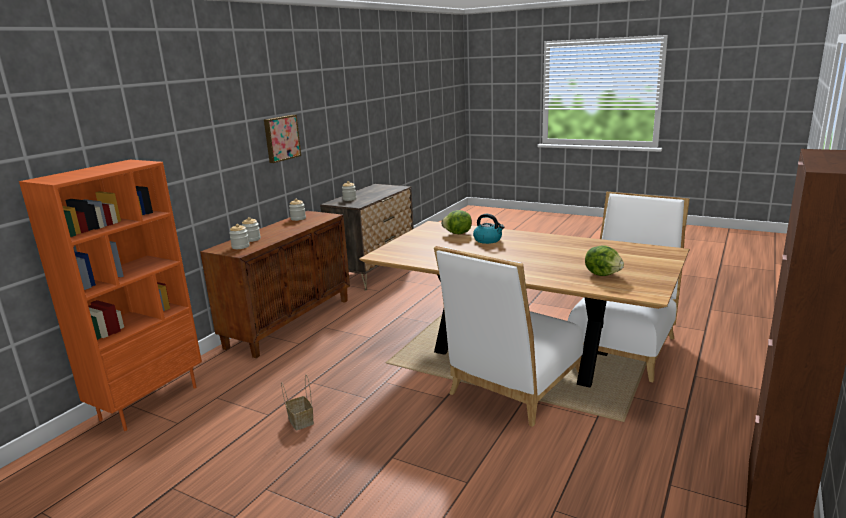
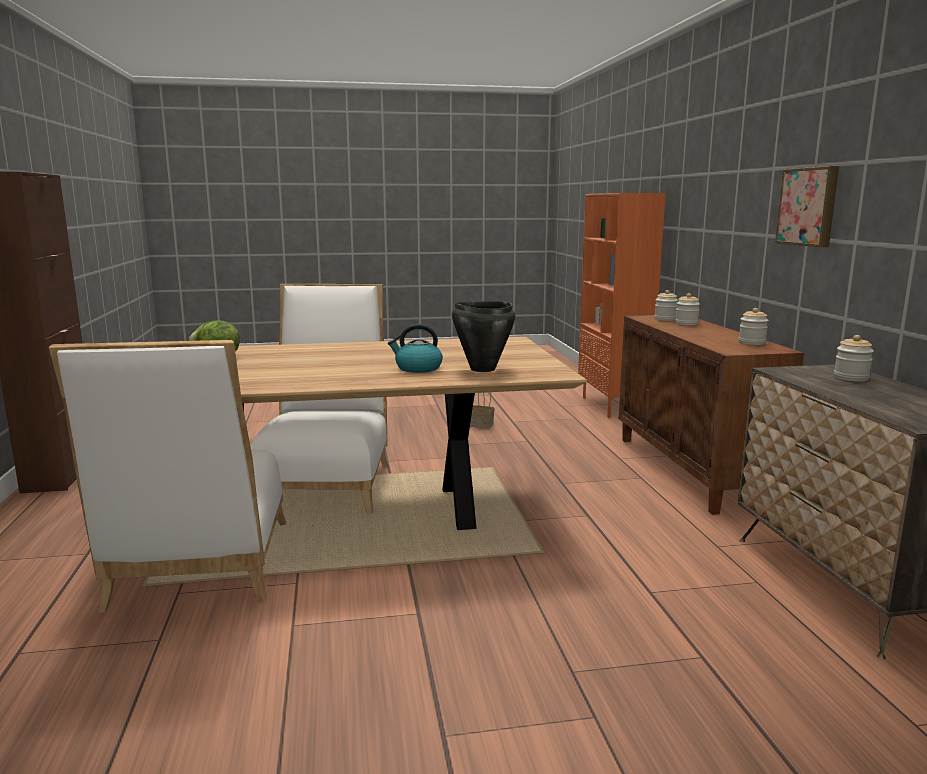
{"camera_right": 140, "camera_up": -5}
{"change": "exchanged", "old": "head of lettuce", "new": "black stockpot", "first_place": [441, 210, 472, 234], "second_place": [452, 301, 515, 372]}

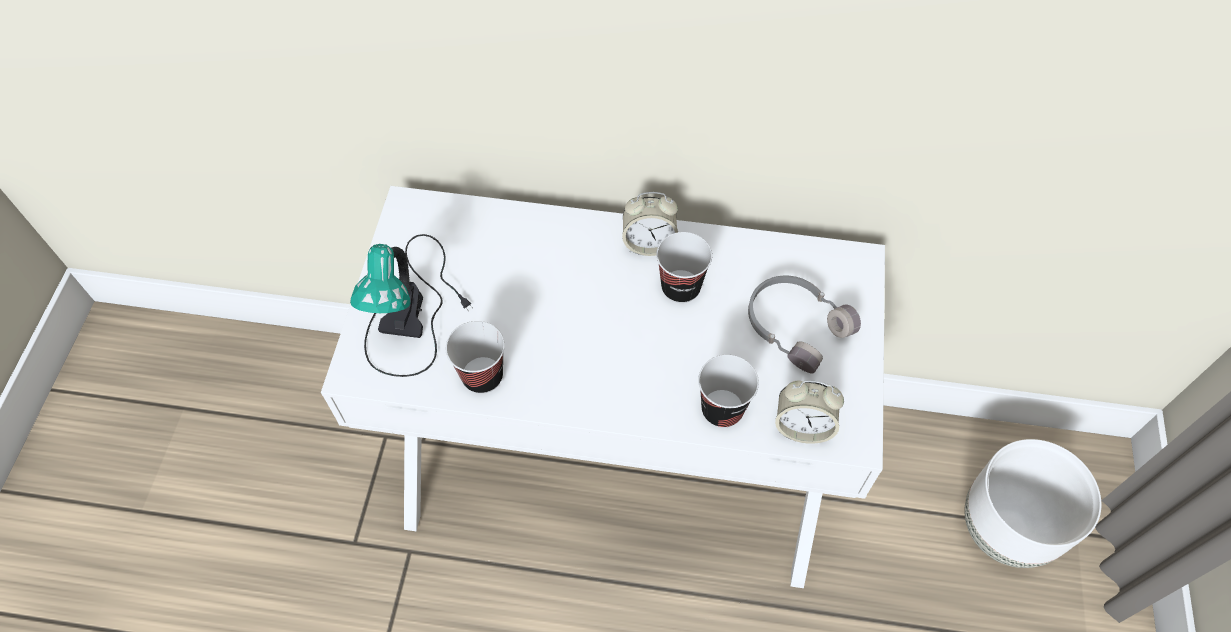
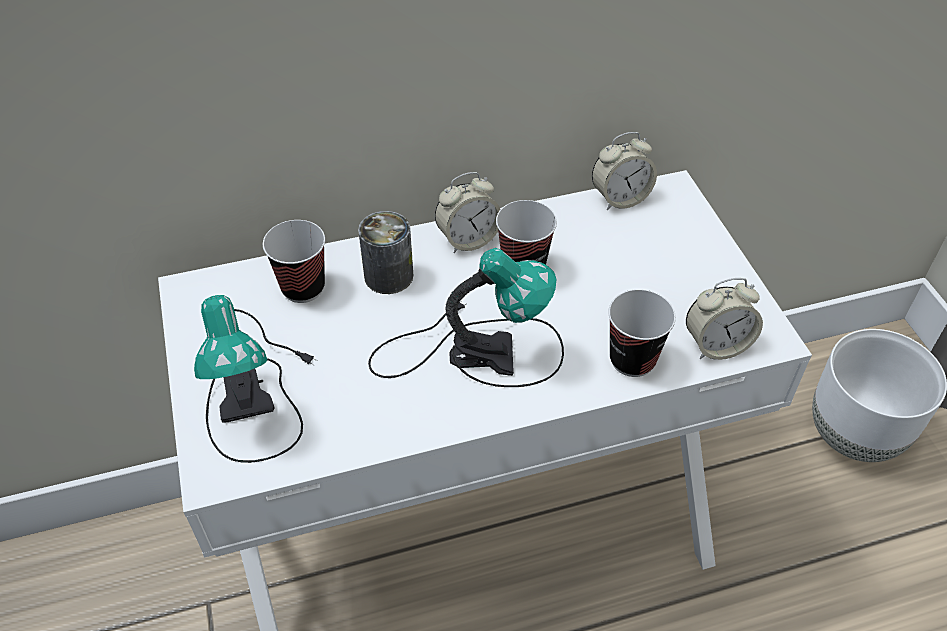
{"camera_right": -25, "camera_up": -10}
{"change": "missing", "old": "gray headset", "first_place": [748, 276, 861, 374]}
{"change": "appeared", "new": "sealed can", "second_place": [358, 211, 413, 294]}
{"change": "appeared", "new": "tabletop lamp", "second_place": [368, 248, 564, 387]}
{"change": "appeared", "new": "alarm clock", "second_place": [592, 132, 657, 210]}
{"change": "relocated", "old": "drinking cup", "first_place": [446, 321, 505, 394], "second_place": [263, 220, 325, 303]}

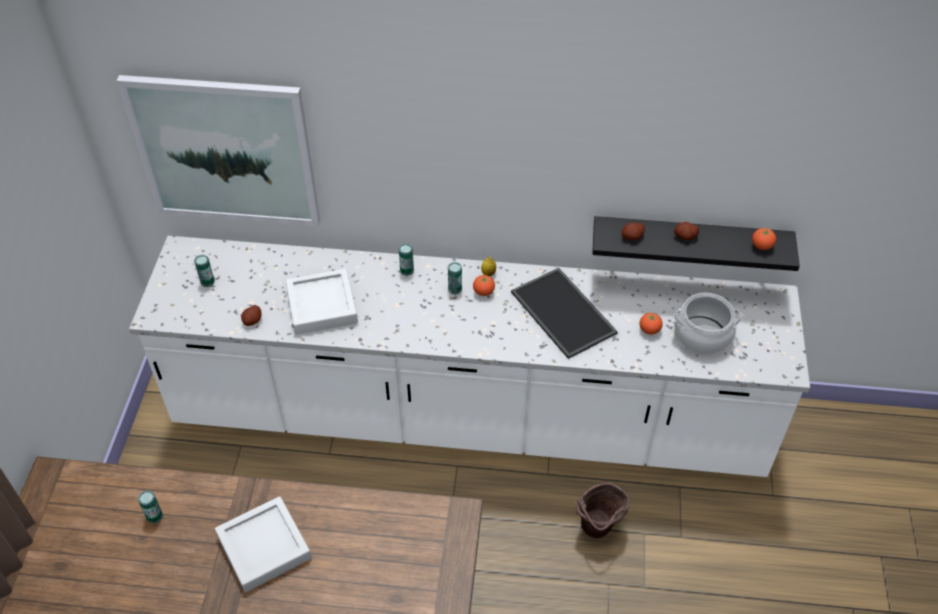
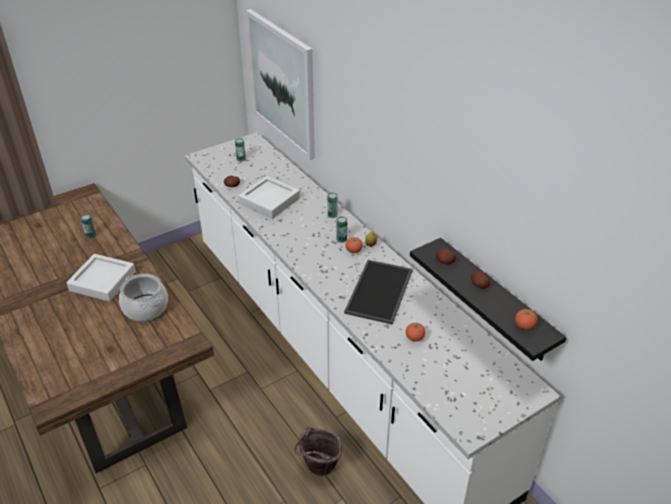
{"camera_right": 50, "camera_up": -10}
{"change": "relocated", "old": "stockpot", "first_place": [674, 293, 742, 355], "second_place": [119, 274, 168, 321]}

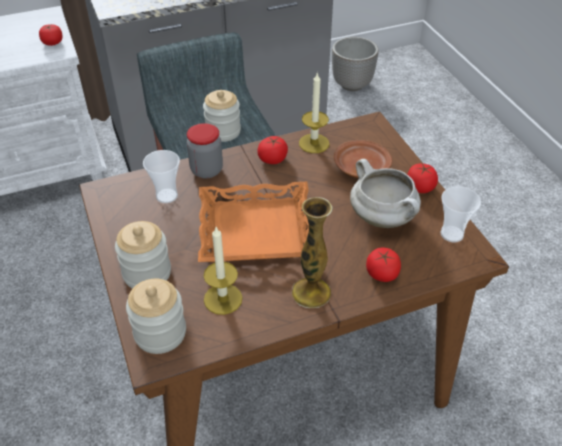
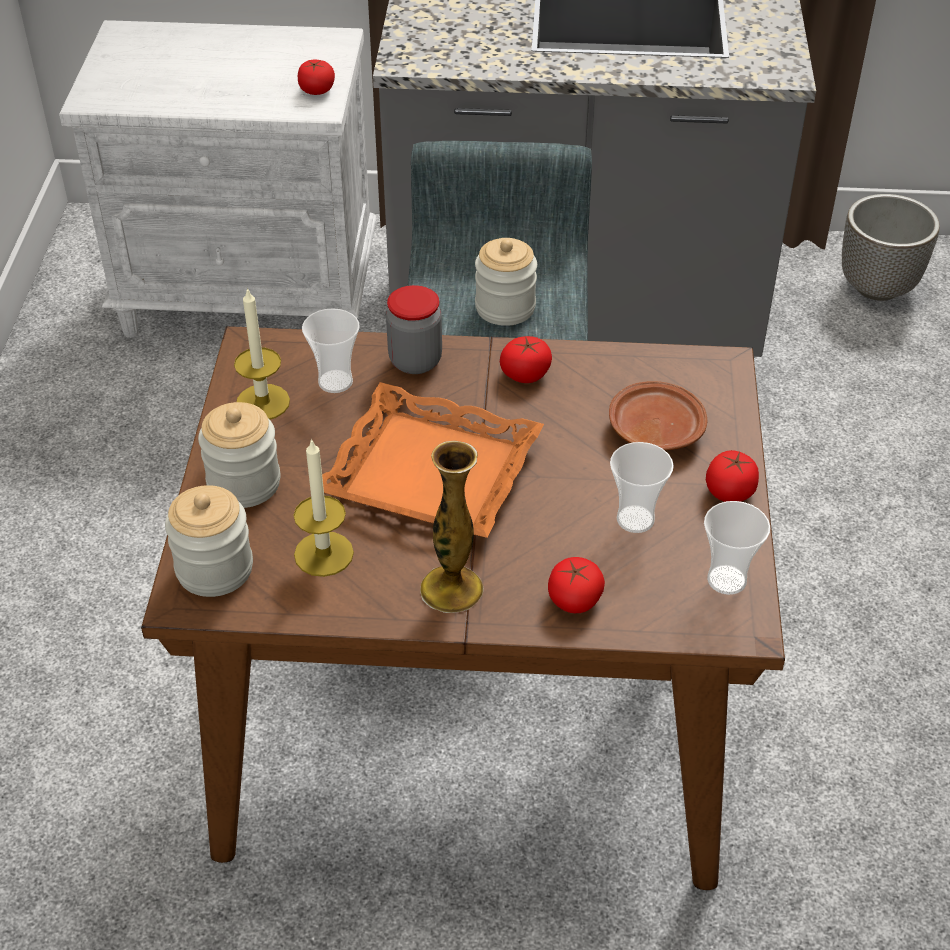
{"camera_right": 25, "camera_up": 0}
{"change": "relocated", "old": "wax light", "first_place": [299, 72, 329, 153], "second_place": [234, 287, 290, 419]}
{"change": "exchanged", "old": "white stockpot", "new": "drinking cup", "first_place": [350, 159, 421, 228], "second_place": [610, 442, 674, 533]}

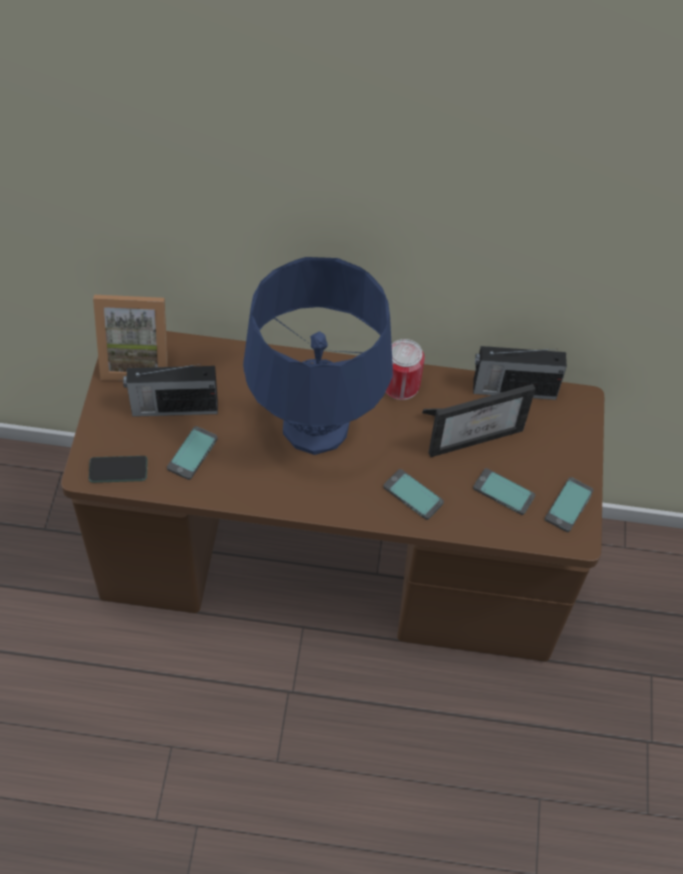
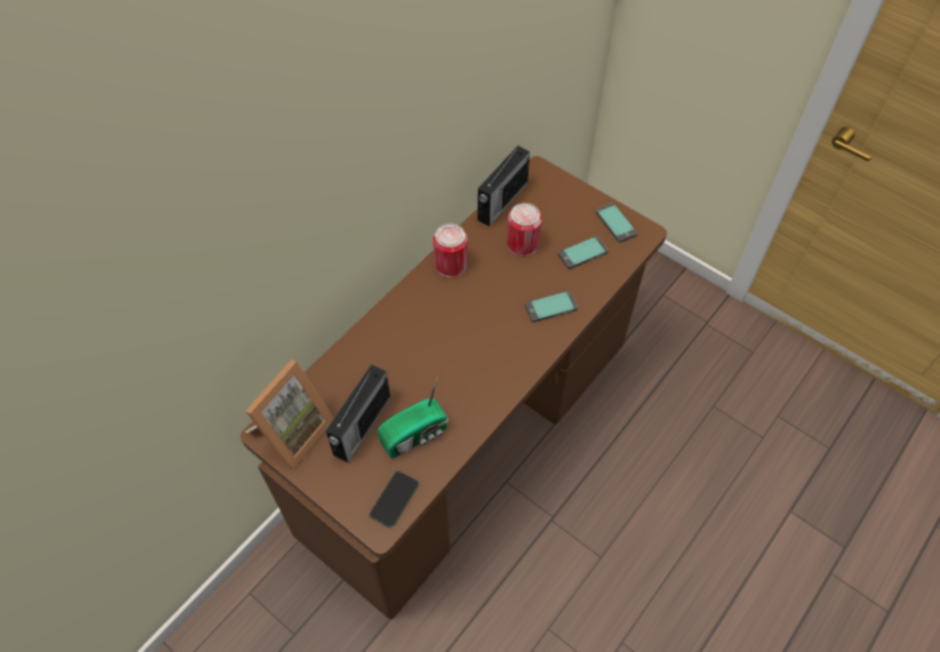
{"camera_right": -55, "camera_up": 0}
{"change": "missing", "old": "blue tabletop lamp", "first_place": [243, 257, 393, 455]}
{"change": "exchanged", "old": "telephone", "new": "radio set", "first_place": [167, 426, 218, 480], "second_place": [377, 375, 448, 459]}
{"change": "exchanged", "old": "standing frame", "new": "sealed can", "first_place": [422, 384, 535, 457], "second_place": [507, 203, 542, 256]}

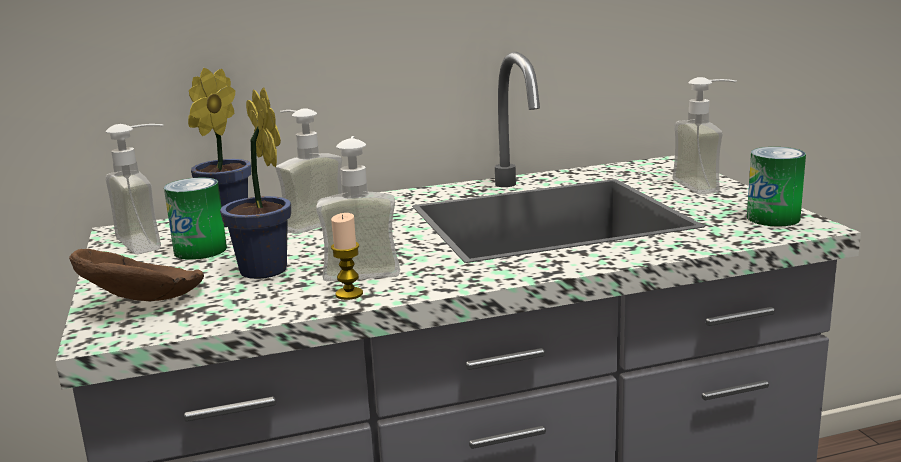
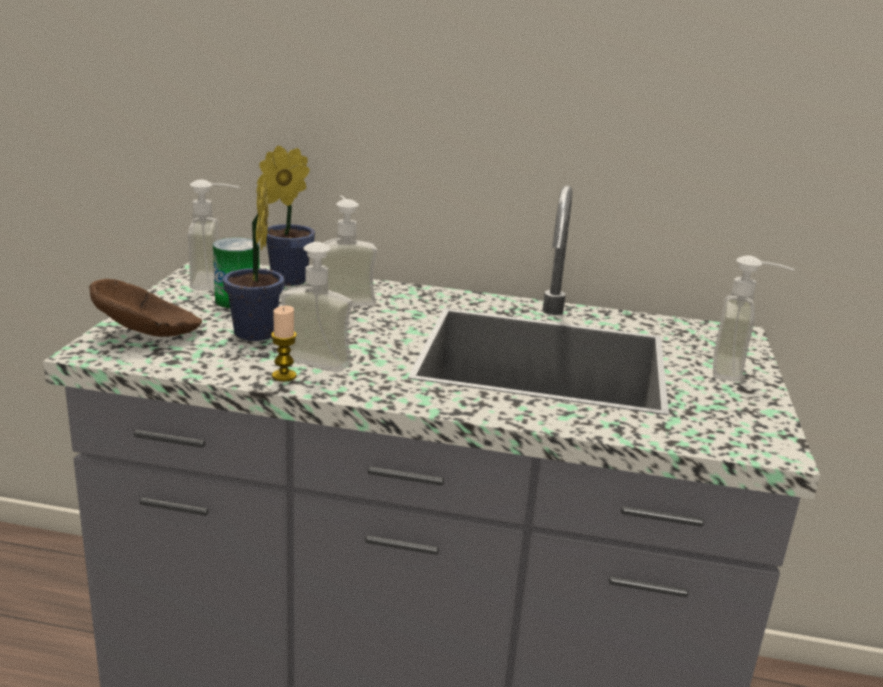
{"camera_right": 25, "camera_up": 5}
{"change": "missing", "old": "sealed can", "first_place": [747, 147, 806, 227]}

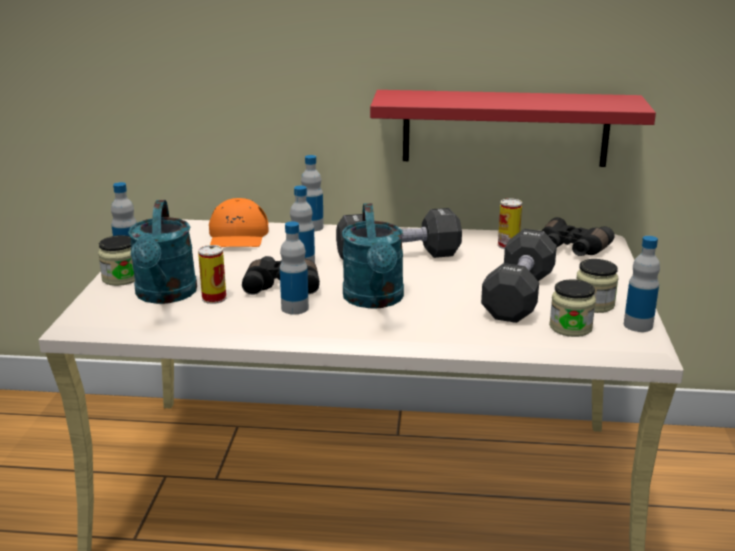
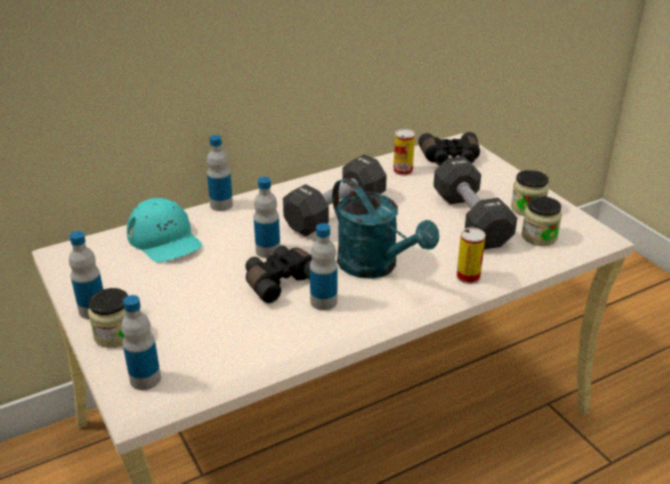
{"camera_right": -35, "camera_up": 10}
{"change": "missing", "old": "turquoise-coloured sprinkling can", "first_place": [128, 200, 197, 304]}
{"change": "missing", "old": "red bracket shelf", "first_place": [370, 90, 656, 167]}
{"change": "relocated", "old": "sealed can", "first_place": [198, 245, 226, 304], "second_place": [456, 227, 486, 284]}
{"change": "relocated", "old": "drink bottle", "first_place": [624, 236, 660, 332], "second_place": [121, 295, 161, 390]}
{"change": "colour", "old": "orangey cap", "new": "turquoise-coloured cap", "first_place": [209, 198, 269, 247], "second_place": [127, 198, 202, 262]}

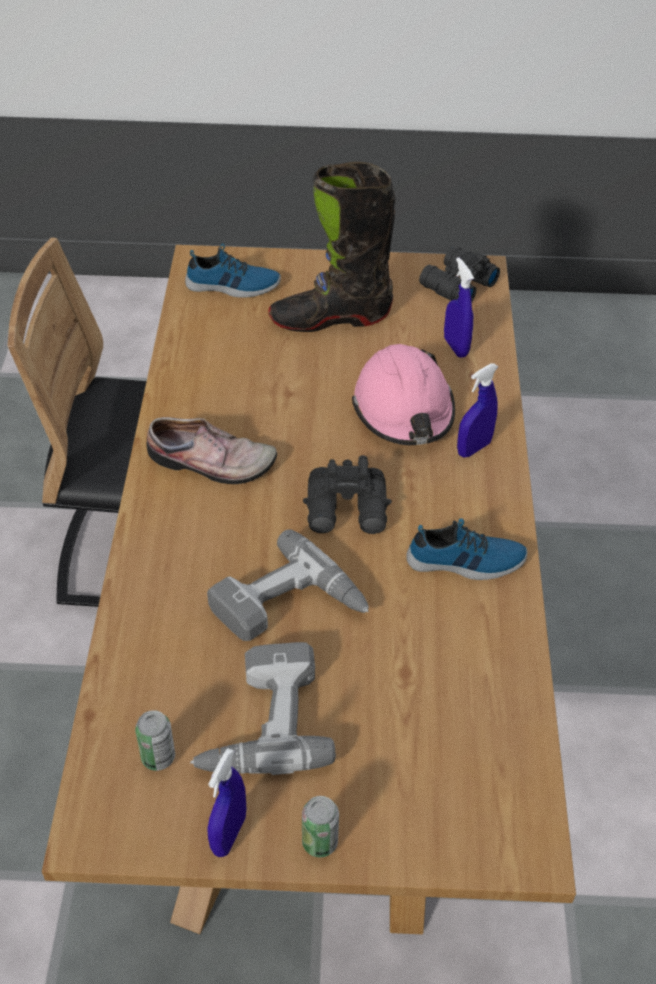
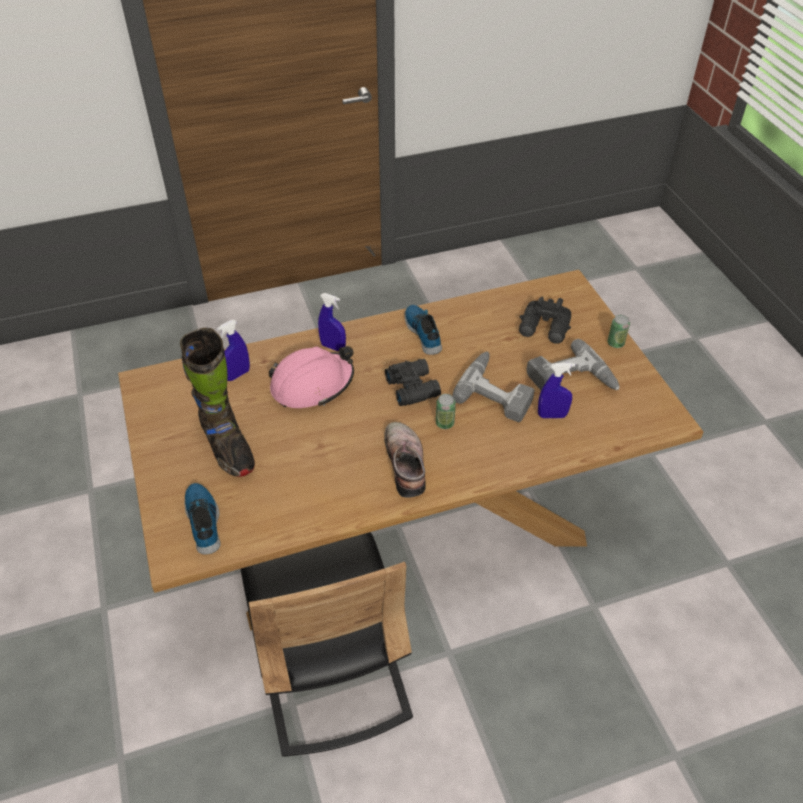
{"camera_right": -110, "camera_up": 0}
{"change": "relocated", "old": "sealed can", "first_place": [135, 710, 175, 771], "second_place": [436, 394, 456, 429]}
{"change": "relocated", "old": "blue hand sprayer", "first_place": [207, 748, 246, 857], "second_place": [538, 363, 575, 418]}
{"change": "relocated", "old": "black field glasses", "first_place": [419, 246, 500, 302], "second_place": [519, 297, 571, 344]}

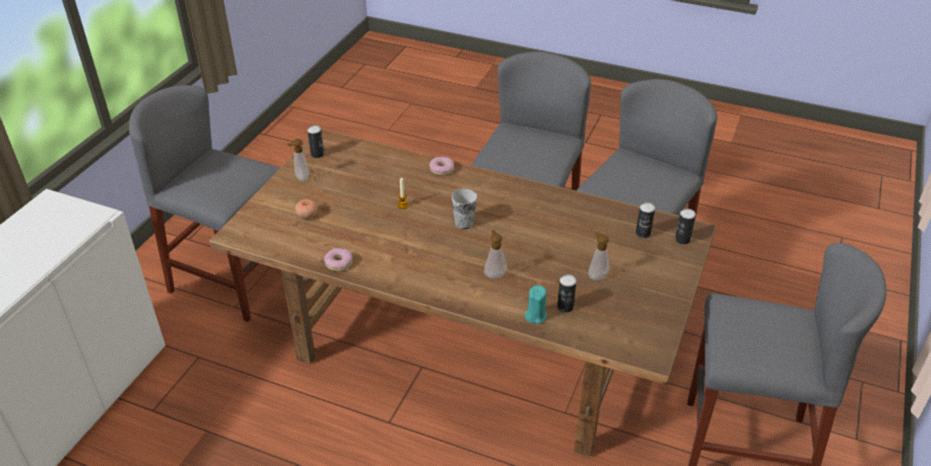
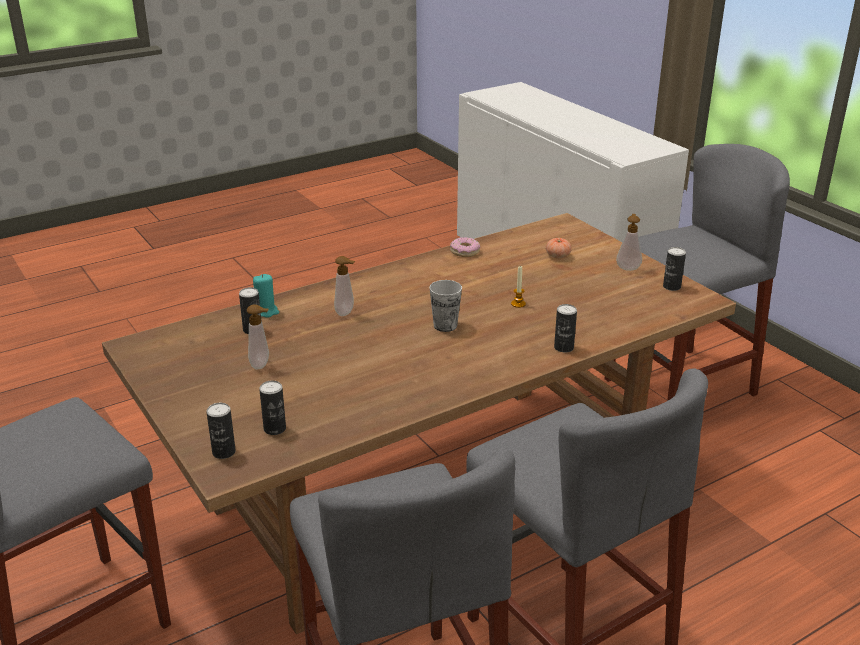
{"camera_right": 125, "camera_up": -10}
{"change": "exchanged", "old": "ring doughnut", "new": "sealed can", "first_place": [429, 157, 454, 175], "second_place": [554, 304, 577, 352]}

